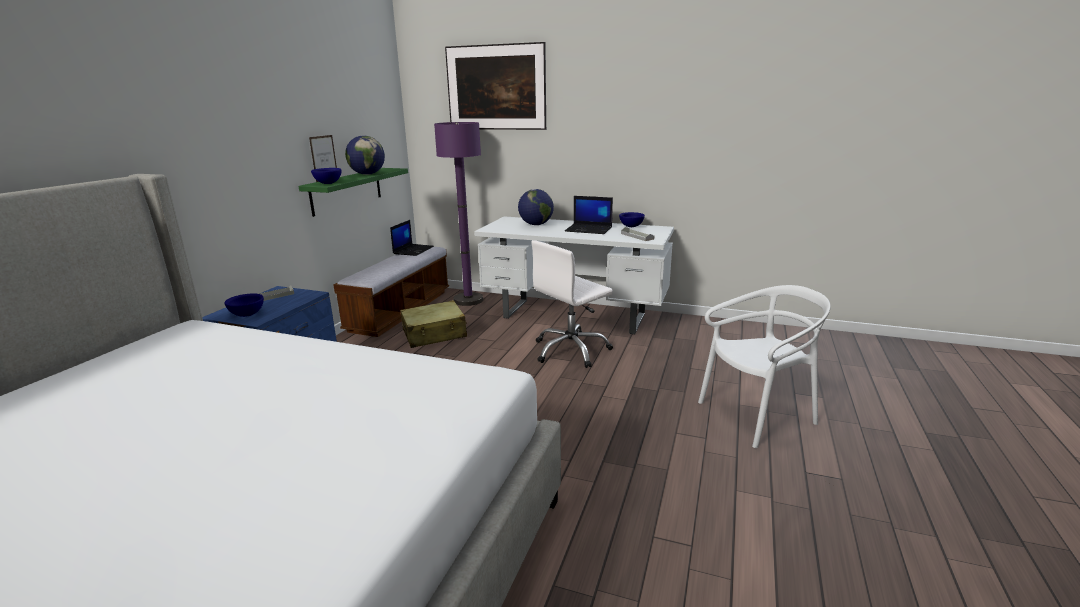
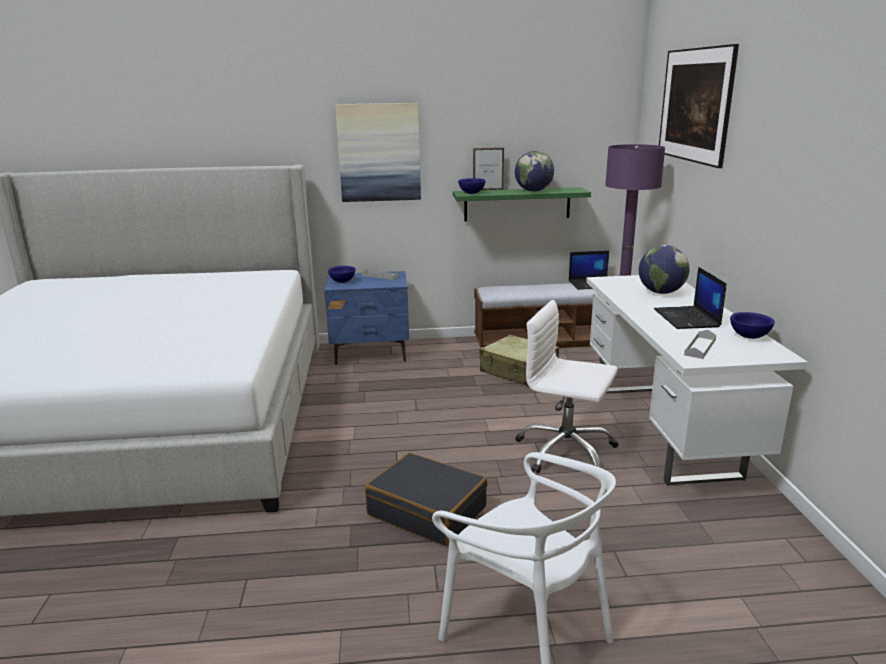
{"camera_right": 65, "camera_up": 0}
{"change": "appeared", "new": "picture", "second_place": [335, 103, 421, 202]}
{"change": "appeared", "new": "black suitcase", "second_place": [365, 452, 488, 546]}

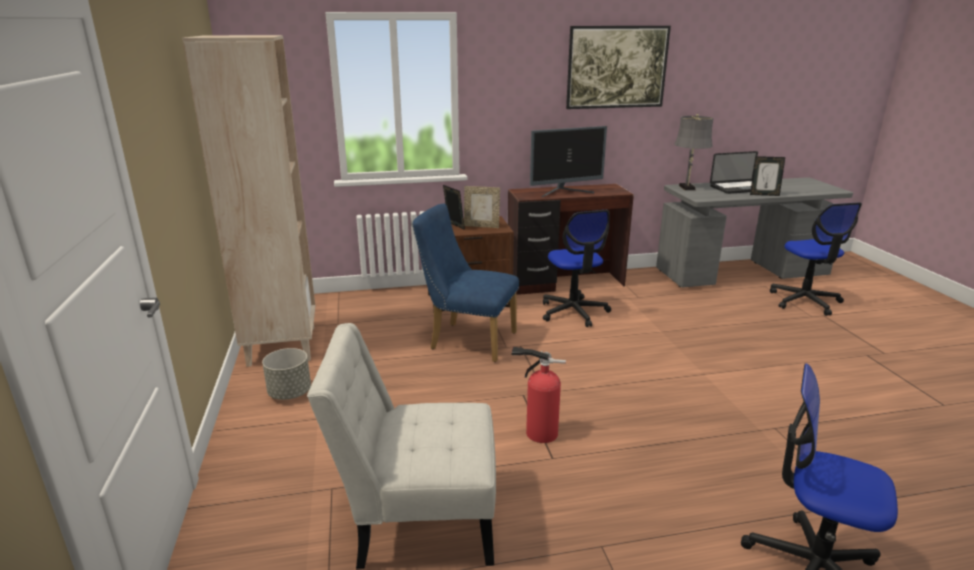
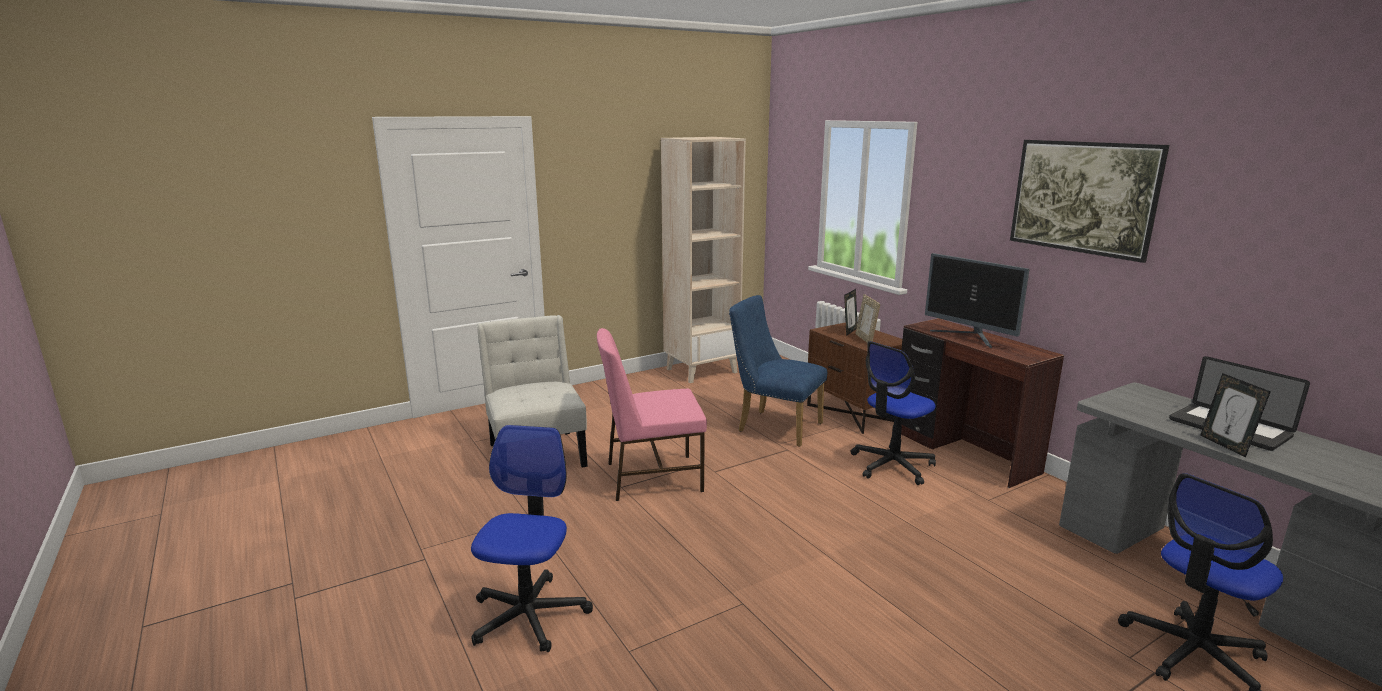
{"camera_right": 70, "camera_up": -5}
{"change": "missing", "old": "gray planter", "first_place": [262, 348, 311, 400]}
{"change": "missing", "old": "gray tabletop lamp", "first_place": [675, 114, 714, 190]}
{"change": "exchanged", "old": "fire-fighting cylinder", "new": "pinkish chair", "first_place": [512, 347, 566, 443], "second_place": [597, 328, 707, 501]}
{"change": "spun", "old": "blue chair", "first_place": [412, 203, 519, 362], "second_place": [729, 295, 827, 447], "degrees": -60}

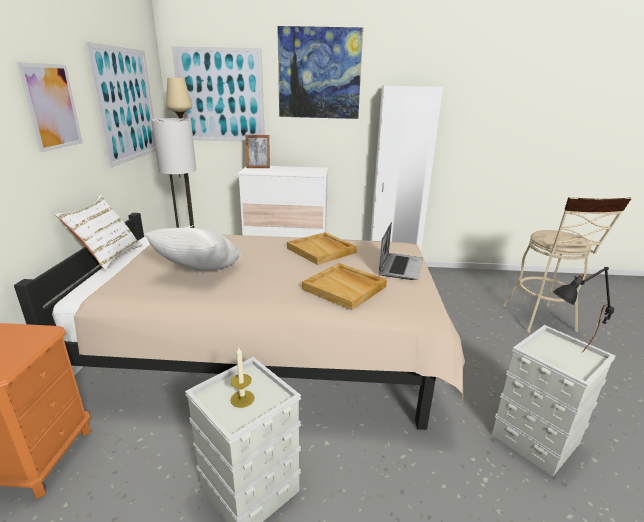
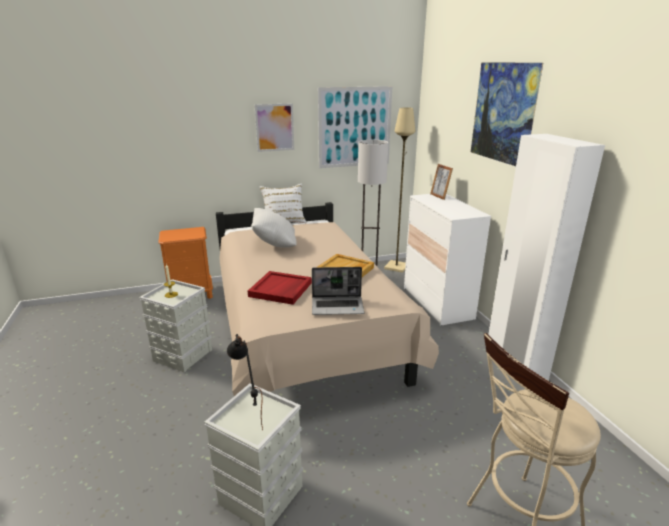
{"camera_right": 70, "camera_up": 0}
{"change": "missing", "old": "picture", "first_place": [172, 46, 265, 142]}
{"change": "colour", "old": "beige-coloured serving tray", "new": "red serving tray", "first_place": [302, 263, 387, 310], "second_place": [248, 271, 312, 305]}

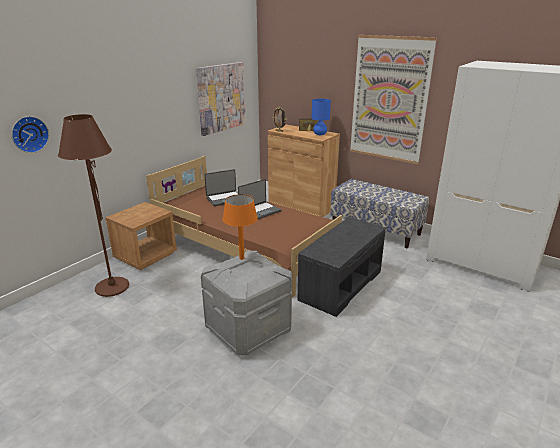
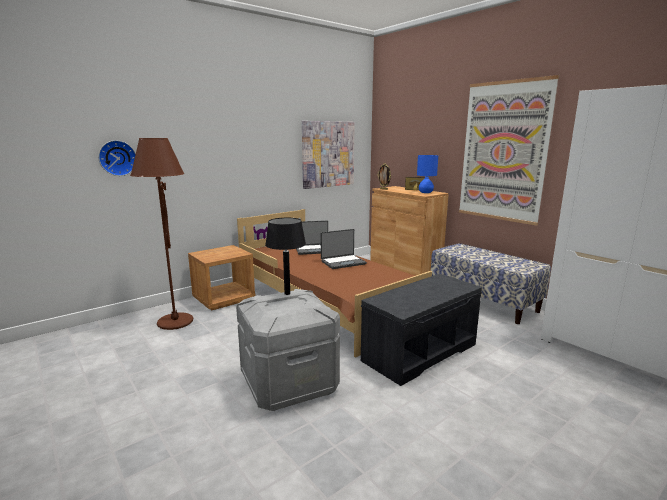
{"camera_right": 15, "camera_up": -10}
{"change": "colour", "old": "orangey tabletop lamp", "new": "black tabletop lamp", "first_place": [223, 194, 258, 260], "second_place": [265, 218, 306, 295]}

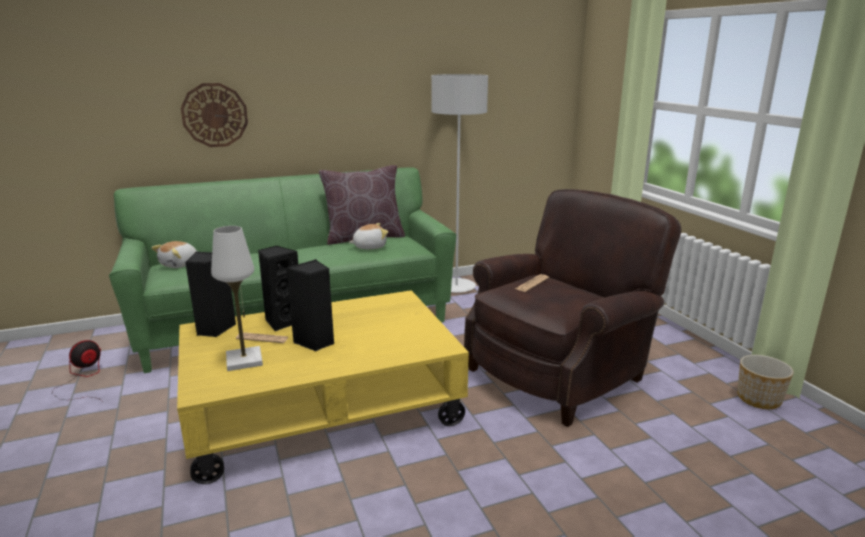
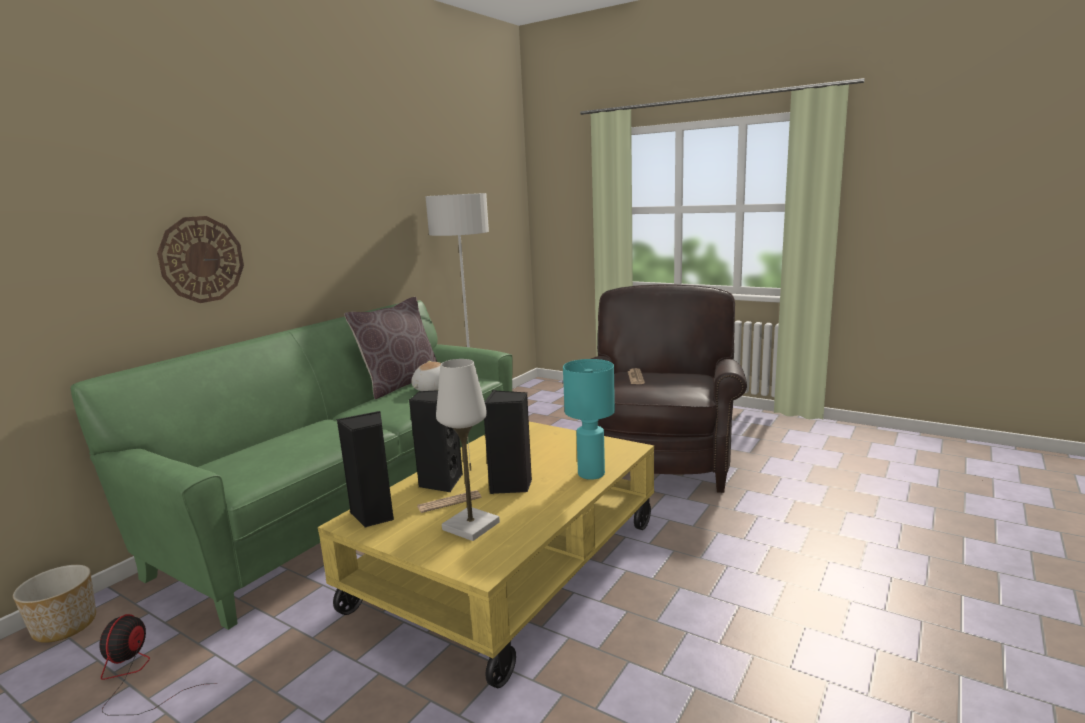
{"camera_right": -35, "camera_up": -5}
{"change": "missing", "old": "plush toy", "first_place": [151, 241, 197, 268]}
{"change": "appeared", "new": "turquoise-coloured tabletop lamp", "second_place": [563, 359, 615, 480]}
{"change": "relocated", "old": "planter", "first_place": [737, 355, 794, 409], "second_place": [13, 565, 96, 643]}

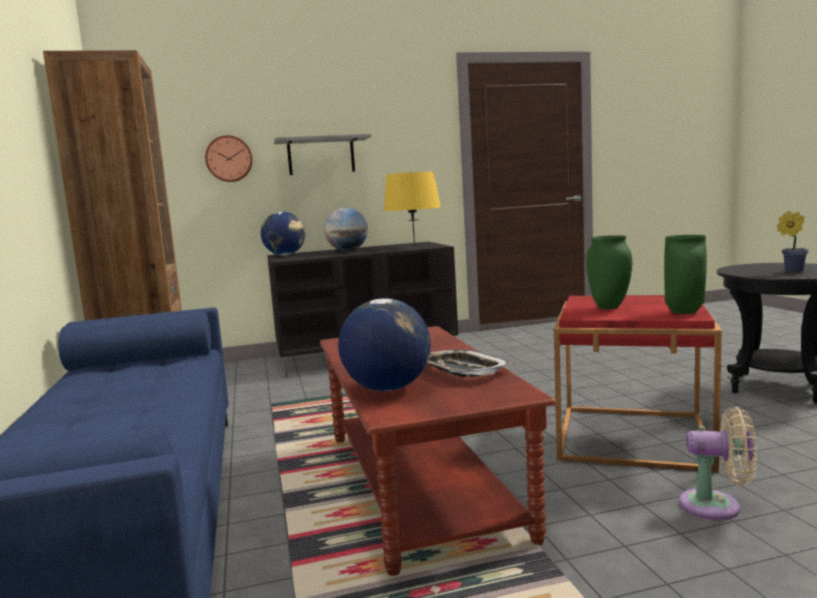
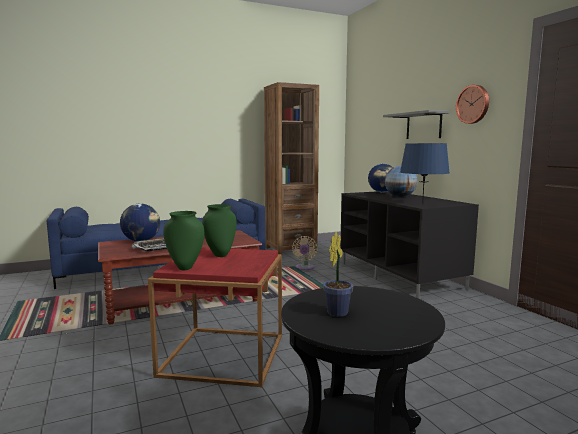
{"camera_right": 80, "camera_up": 0}
{"change": "relocated", "old": "hanging clock", "first_place": [205, 135, 252, 182], "second_place": [456, 85, 489, 124]}
{"change": "relocated", "old": "beige-coloured cooling fan", "first_place": [679, 407, 757, 520], "second_place": [292, 236, 317, 270]}
{"change": "colour", "old": "yellow-coloured tabletop lamp", "new": "blue tabletop lamp", "first_place": [383, 172, 441, 247], "second_place": [400, 143, 449, 204]}

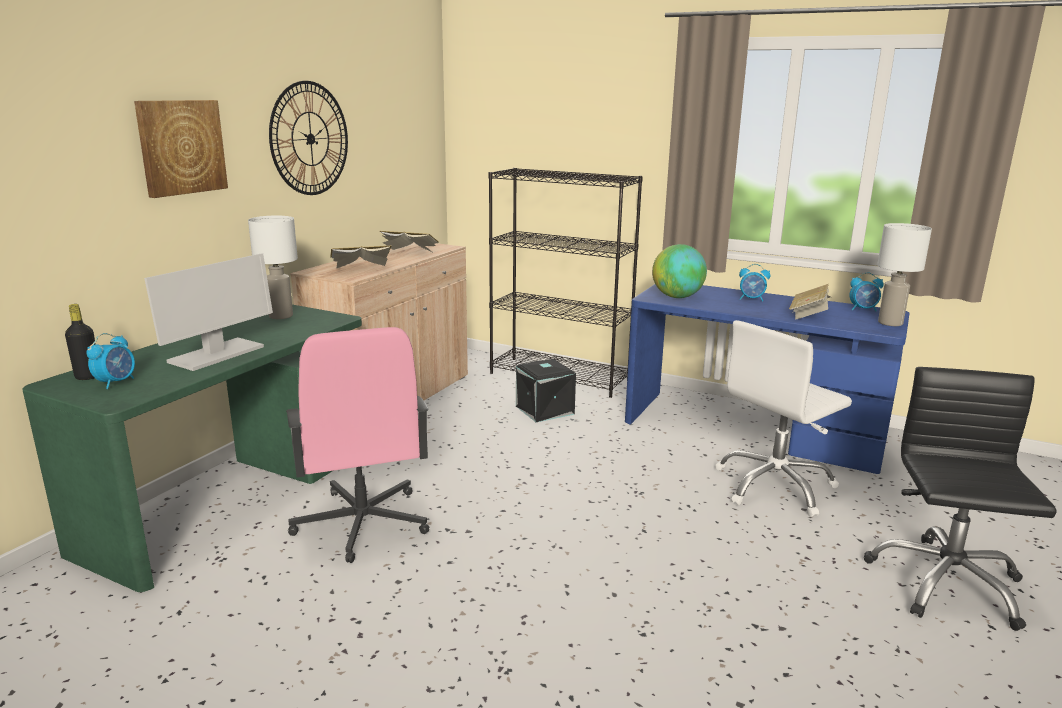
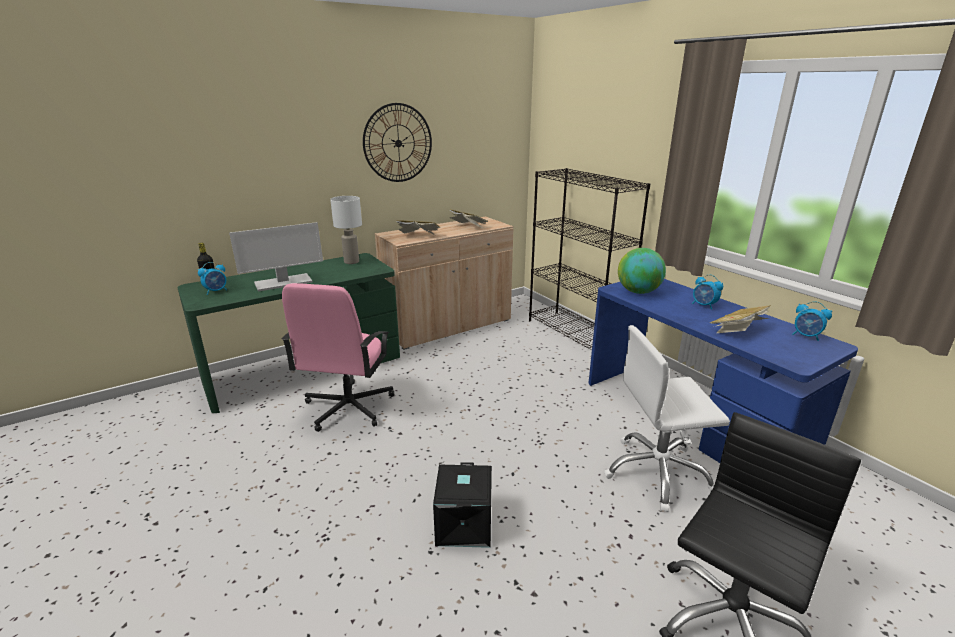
{"camera_right": 30, "camera_up": 5}
{"change": "missing", "old": "picture", "first_place": [134, 100, 228, 198]}
{"change": "missing", "old": "white tabletop lamp", "first_place": [877, 223, 932, 326]}
{"change": "relocated", "old": "black storage container", "first_place": [516, 359, 576, 423], "second_place": [433, 462, 492, 548]}

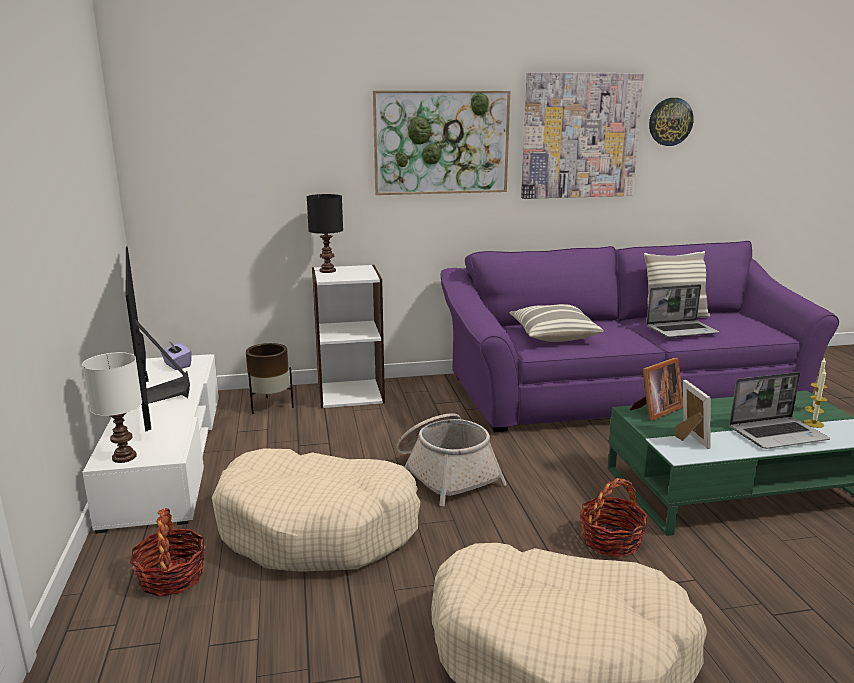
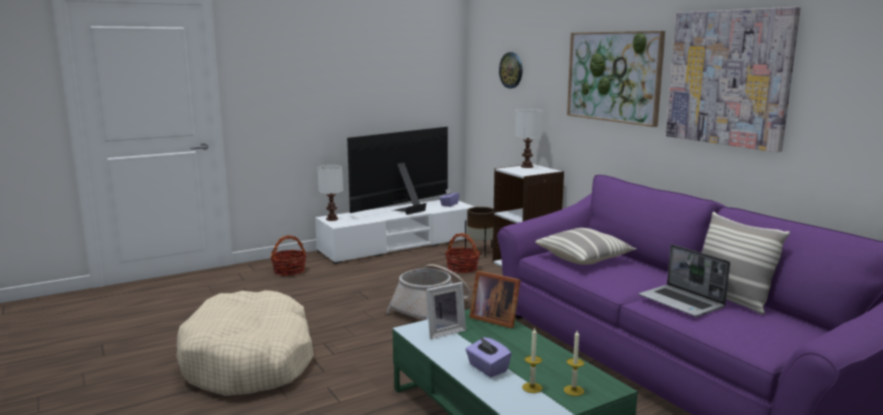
{"camera_right": 70, "camera_up": -5}
{"change": "missing", "old": "beige-coloured dog bed", "first_place": [212, 448, 421, 572]}
{"change": "relocated", "old": "household basket", "first_place": [580, 478, 648, 557], "second_place": [445, 233, 480, 273]}
{"change": "relocated", "old": "hanging clock", "first_place": [649, 98, 694, 146], "second_place": [499, 52, 522, 88]}
{"change": "exchanged", "old": "portable computer", "new": "purplish tissue holder", "first_place": [729, 372, 830, 449], "second_place": [466, 336, 512, 377]}
{"change": "colour", "old": "black tabletop lamp", "new": "white tabletop lamp", "first_place": [307, 194, 343, 273], "second_place": [515, 109, 542, 168]}

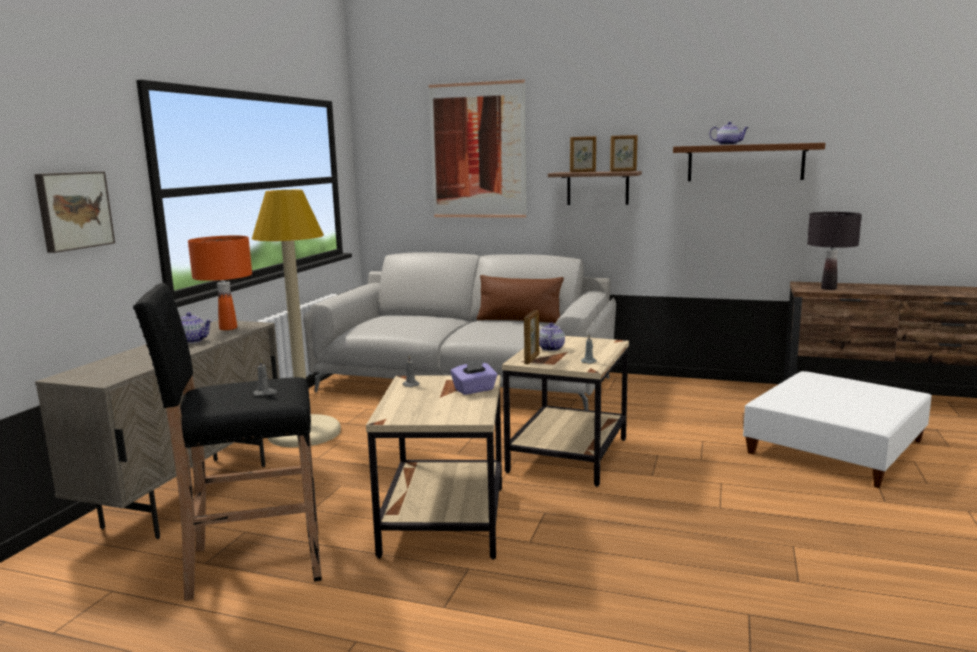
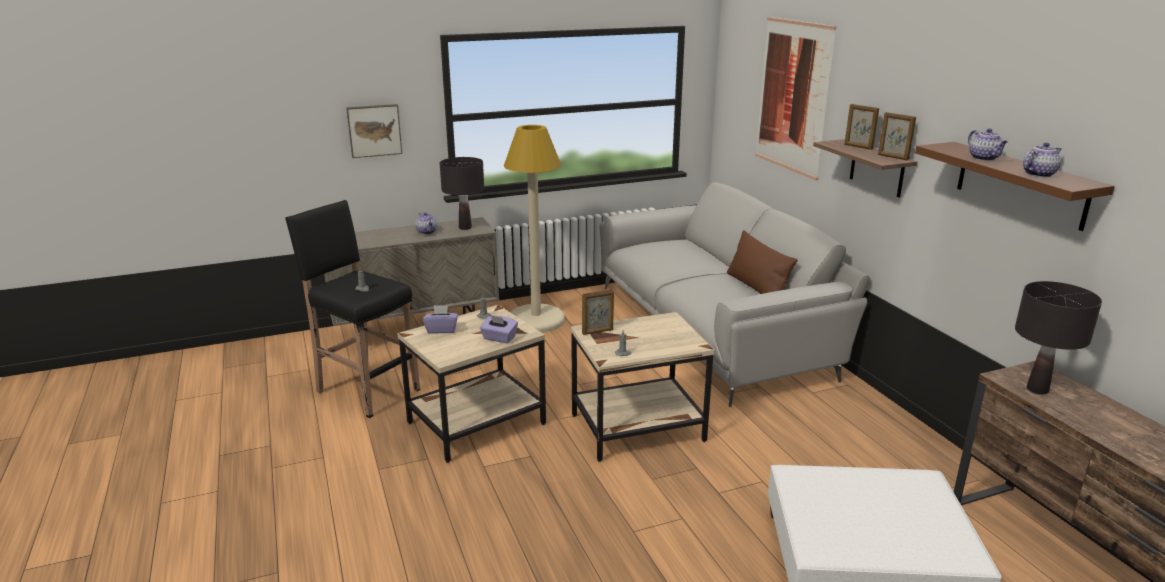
{"camera_right": 50, "camera_up": 10}
{"change": "appeared", "new": "purplish tissue holder", "second_place": [423, 305, 458, 334]}
{"change": "relocated", "old": "tea pot", "first_place": [539, 322, 565, 351], "second_place": [1023, 143, 1062, 177]}
{"change": "colour", "old": "orangey tabletop lamp", "new": "black tabletop lamp", "first_place": [188, 236, 252, 330], "second_place": [440, 157, 484, 230]}

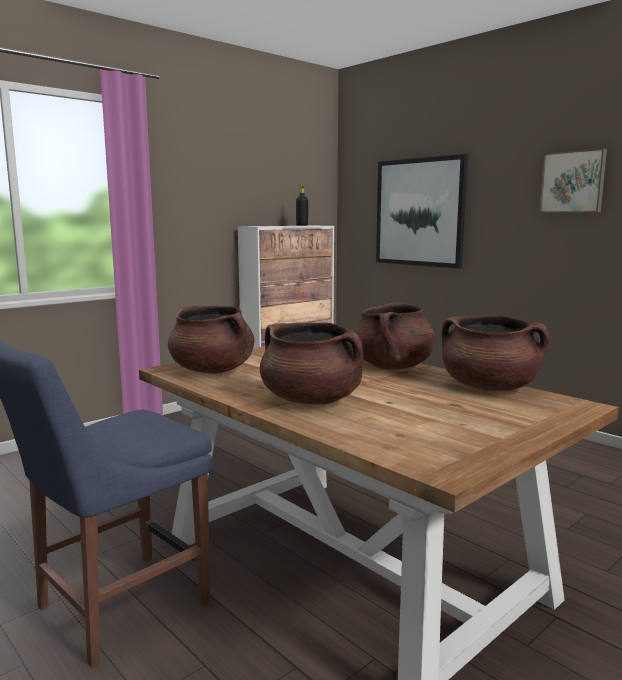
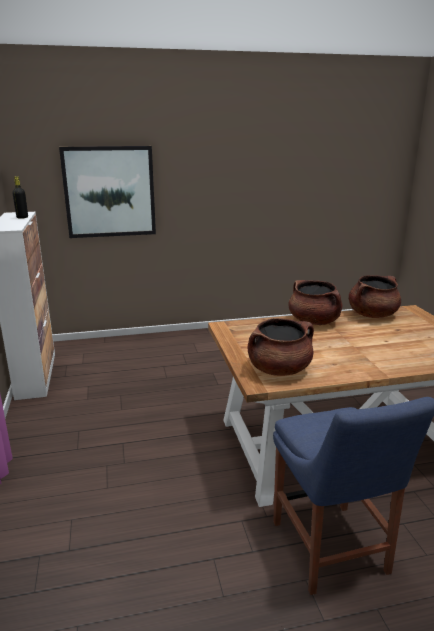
{"camera_right": -60, "camera_up": 10}
{"change": "missing", "old": "brown stockpot", "first_place": [260, 322, 363, 404]}
{"change": "missing", "old": "picture", "first_place": [539, 149, 607, 213]}

